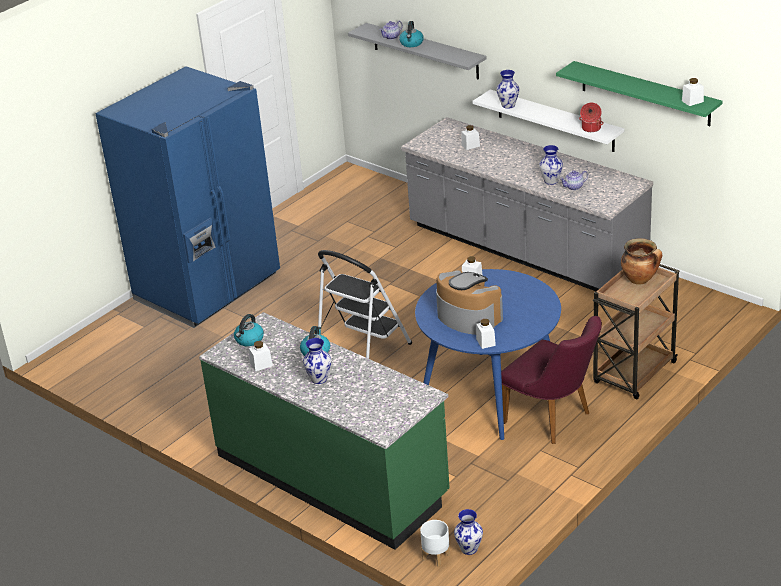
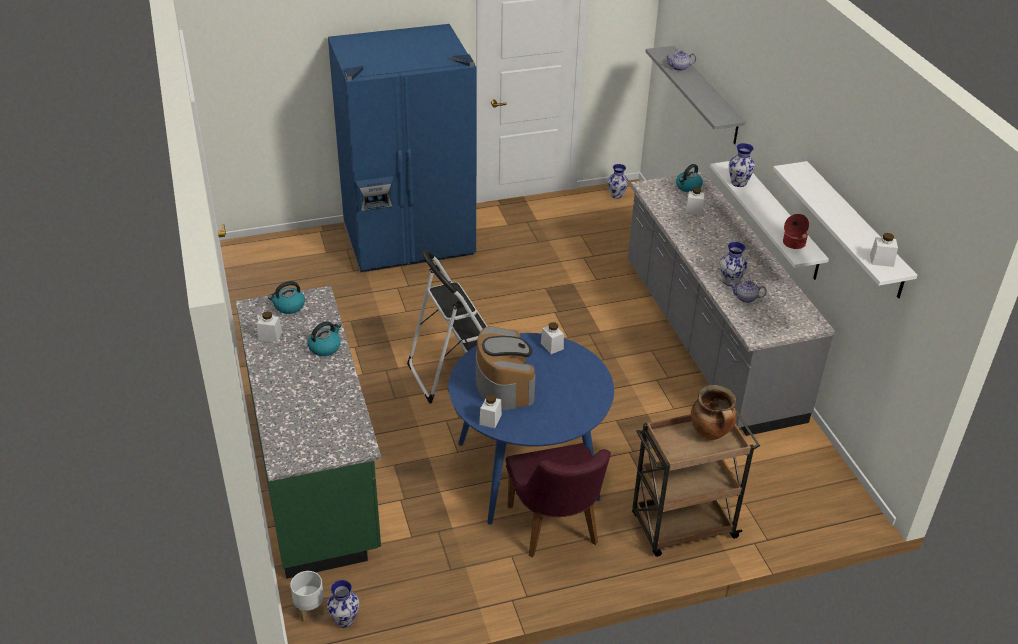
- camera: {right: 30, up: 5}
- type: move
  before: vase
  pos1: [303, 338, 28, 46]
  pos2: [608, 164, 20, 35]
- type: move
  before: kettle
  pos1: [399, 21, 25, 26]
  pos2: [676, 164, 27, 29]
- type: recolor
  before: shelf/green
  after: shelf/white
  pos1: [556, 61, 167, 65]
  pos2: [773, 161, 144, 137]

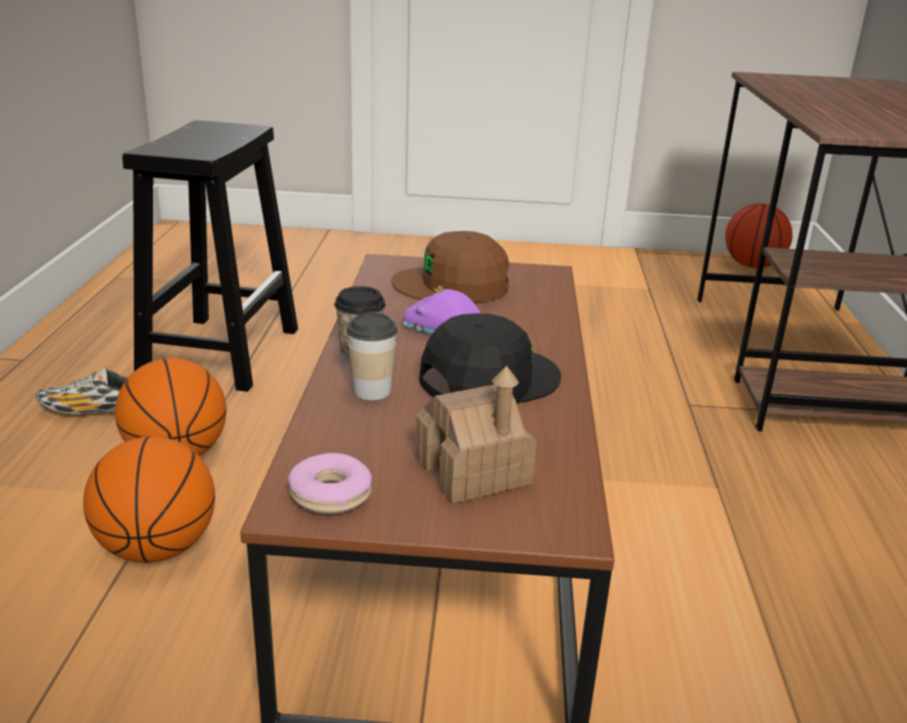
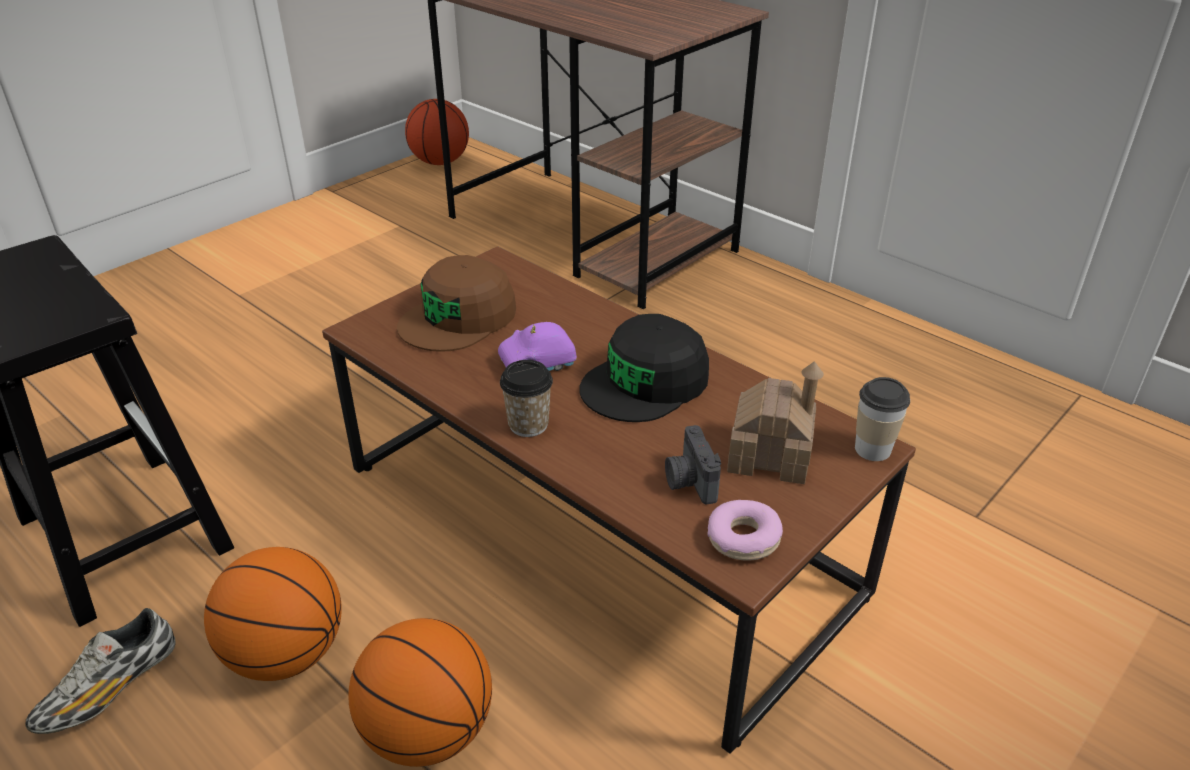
- camera: {right: -50, up: 10}
- type: rotate
  before: cap/black
  pos1: [419, 313, 142, 91]
  pos2: [579, 314, 130, 108]
  turn: -135
- type: insert
  after: photo camera
  pos2: [665, 425, 56, 80]
- type: move
  before: cup
  pos1: [347, 313, 50, 87]
  pos2: [855, 377, 55, 84]

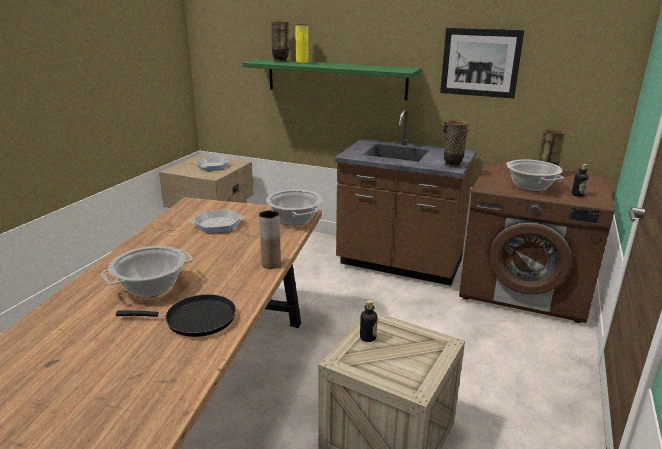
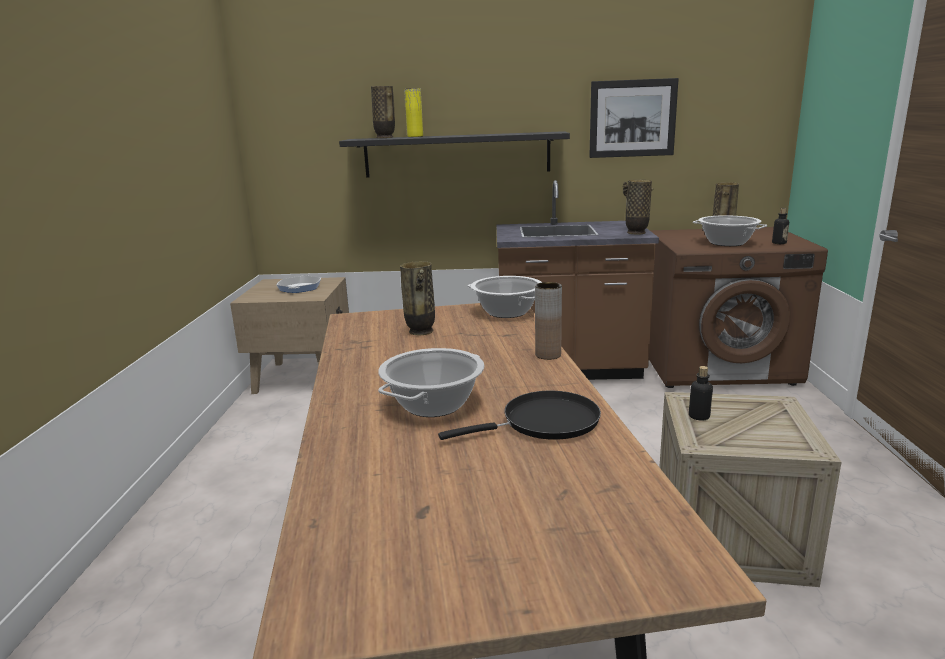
- camera: {right: -20, up: -5}
- type: recolor
  before: shelf/green
  after: shelf/black
  pos1: [242, 59, 179, 41]
  pos2: [339, 131, 231, 46]
- type: replace
  before: frying pan
  after: vase
  pos1: [190, 209, 55, 24]
  pos2: [400, 261, 35, 74]

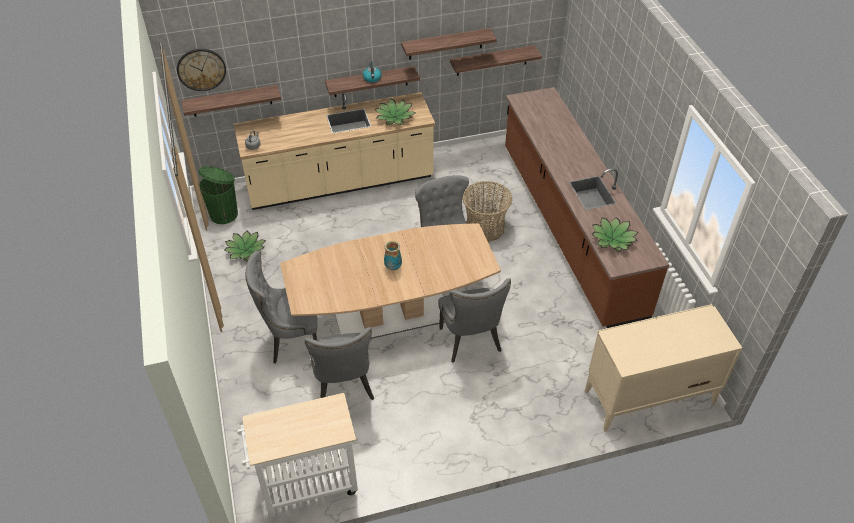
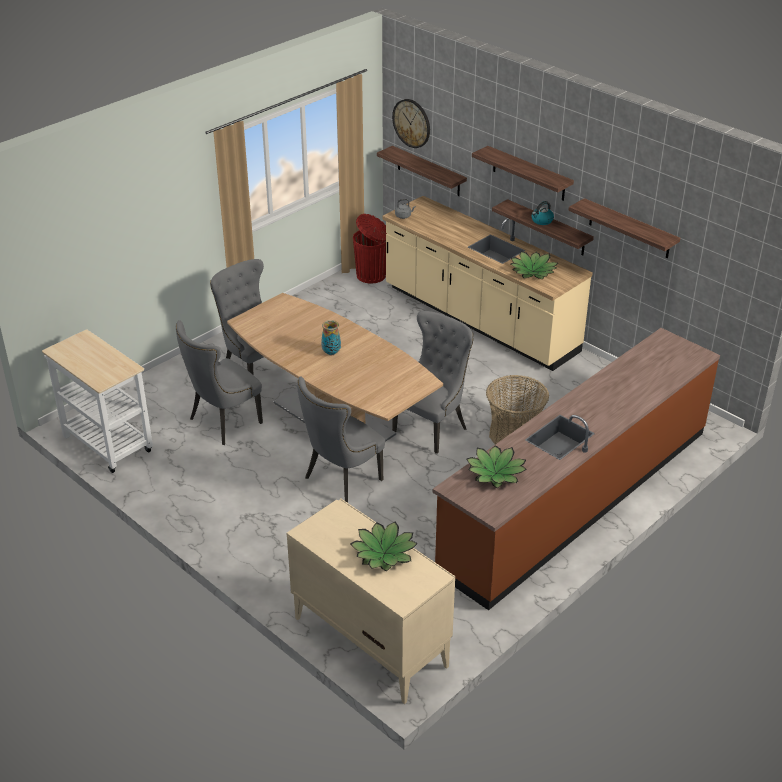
- camera: {right: 60, up: -10}
- type: move
  before: potted plant
  pos1: [225, 231, 41, 31]
  pos2: [350, 521, 68, 50]
- type: recolor
  before: trash can/green
  after: trash can/red
  pos1: [198, 166, 40, 58]
  pos2: [353, 214, 34, 70]
- type: move
  before: shelf
  pos1: [450, 45, 92, 31]
  pos2: [472, 146, 102, 55]

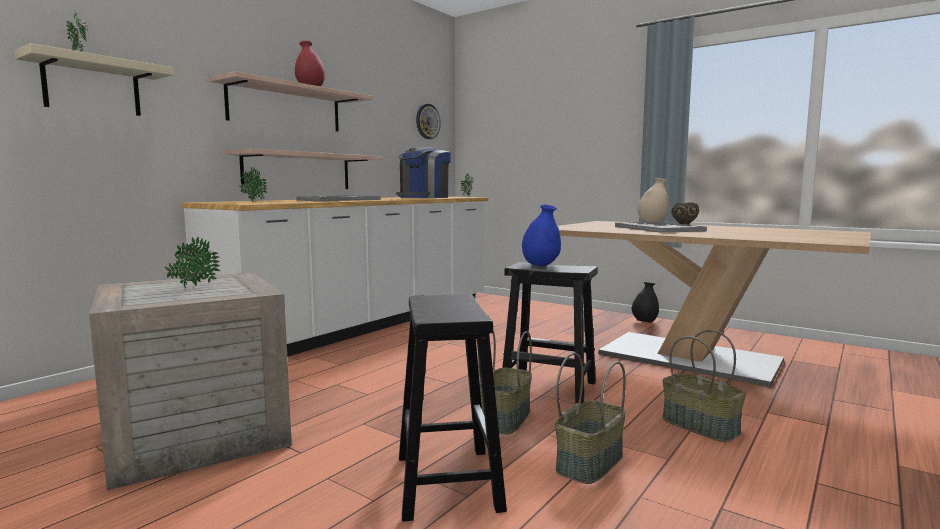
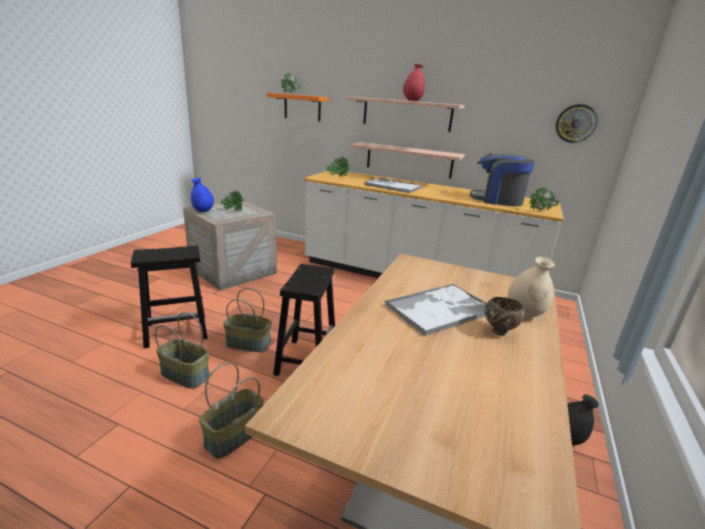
- camera: {right: 75, up: 15}
- type: move
  before: vase/blue
  pos1: [522, 205, 39, 61]
  pos2: [191, 178, 23, 34]
- type: recolor
  before: shelf/beige
  after: shelf/orange
  pos1: [14, 43, 160, 73]
  pos2: [266, 93, 63, 29]

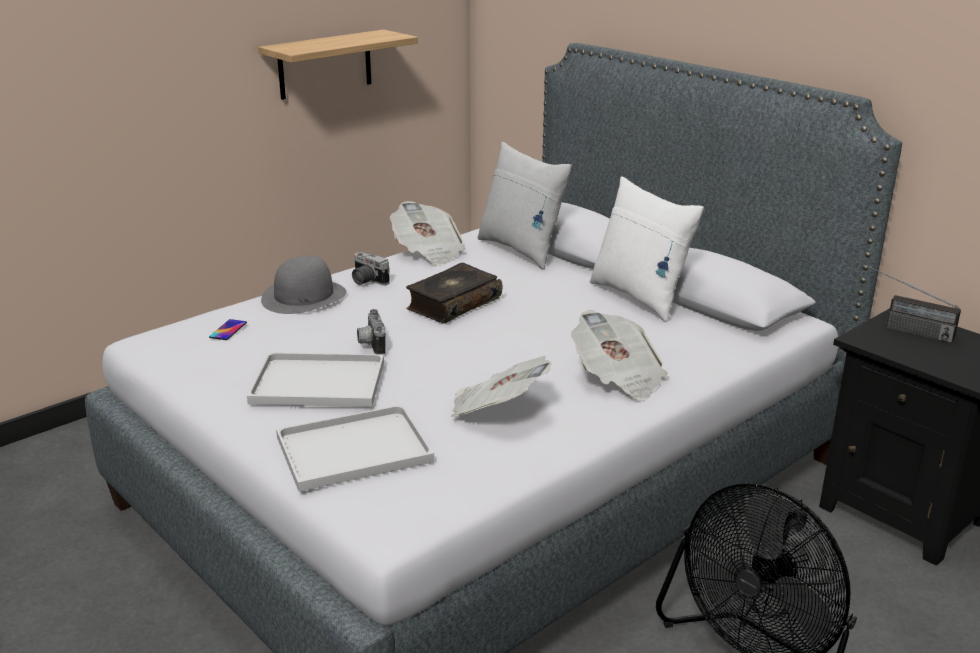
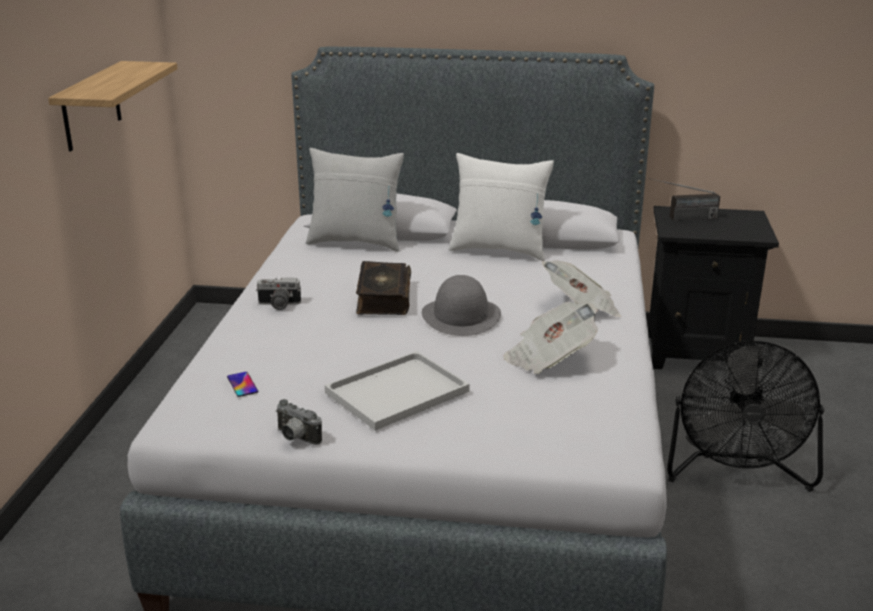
- camera: {right: -40, up: 0}
- type: move
  before: photo camera
  pos1: [357, 309, 29, 46]
  pos2: [276, 399, 46, 46]
- type: move
  before: hat/grey
  pos1: [261, 256, 86, 58]
  pos2: [422, 275, 79, 61]
- type: delete
  before: tray/white
  pos1: [276, 404, 158, 88]
- type: delete
  before: newspaper
  pos1: [390, 201, 76, 65]

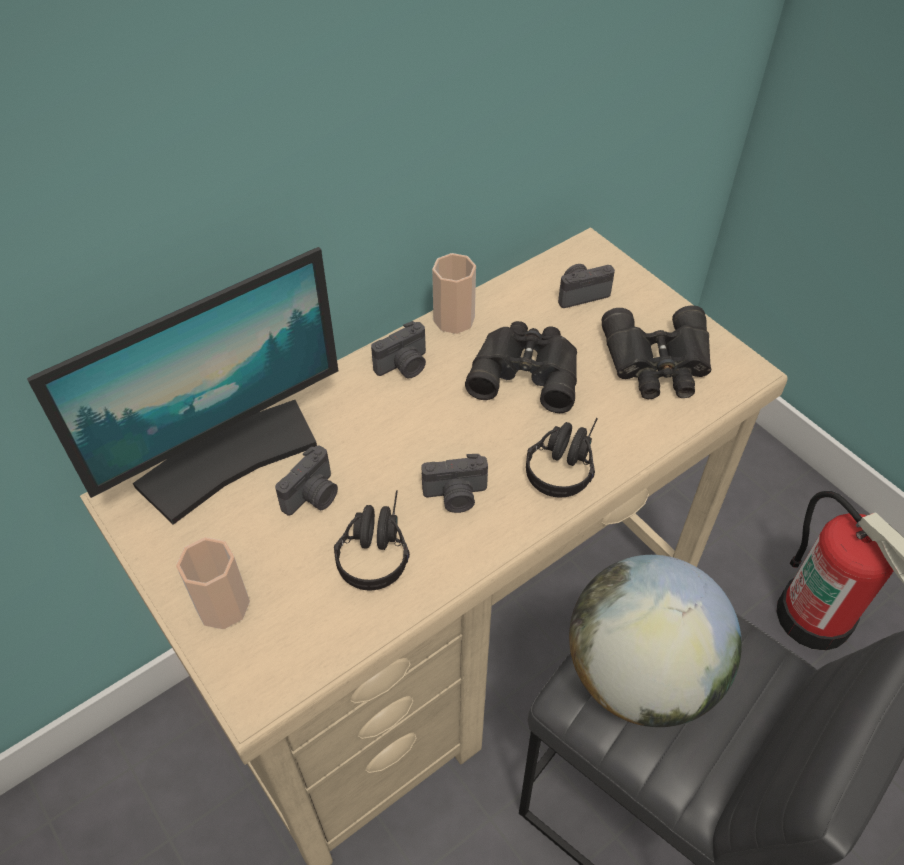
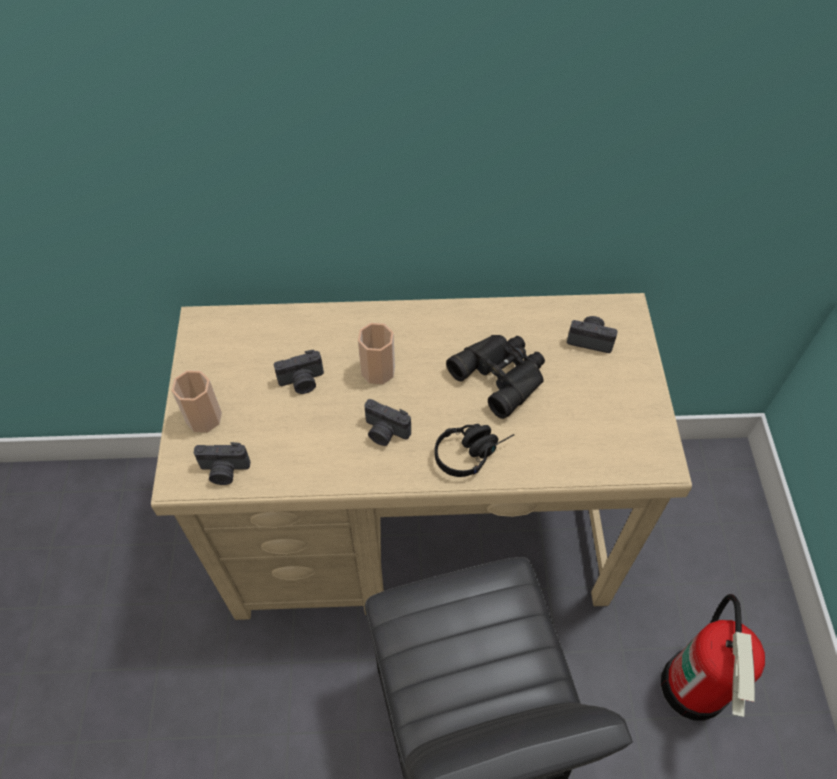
- camera: {right: 35, up: 5}
- type: move
  before: photo camera
  pos1: [371, 321, 55, 57]
  pos2: [194, 442, 56, 43]
- type: move
  before: cup
  pos1: [432, 253, 44, 81]
  pos2: [358, 323, 37, 61]
- type: delete
  before: monitor
  pos1: [27, 247, 311, 278]
- type: delete
  before: headphones/black
  pos1: [334, 490, 76, 101]
- type: delete
  before: globe
  pos1: [569, 555, 173, 172]
- type: delete
  before: binoculars/black
  pos1: [602, 305, 109, 94]

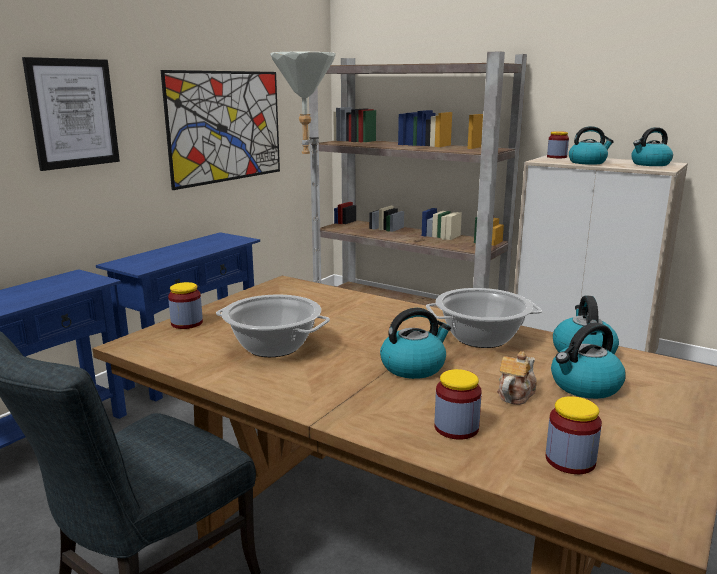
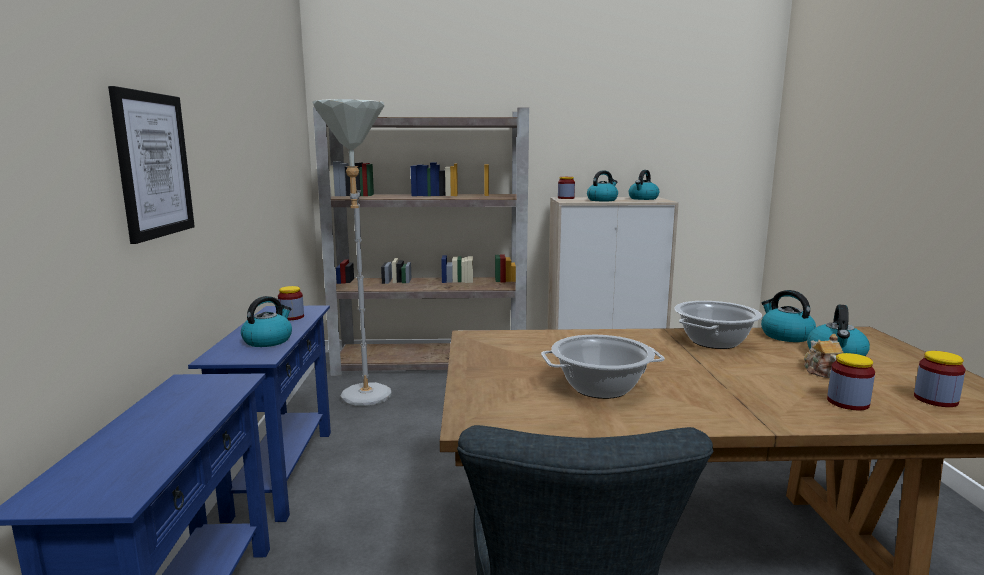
- camera: {right: -35, up: -5}
- type: move
  before: kettle
  pos1: [380, 308, 71, 71]
  pos2: [241, 296, 51, 51]
- type: move
  before: jar
  pos1: [168, 282, 35, 47]
  pos2: [278, 286, 26, 34]
- type: delete
  before: picture
  pos1: [161, 70, 119, 120]

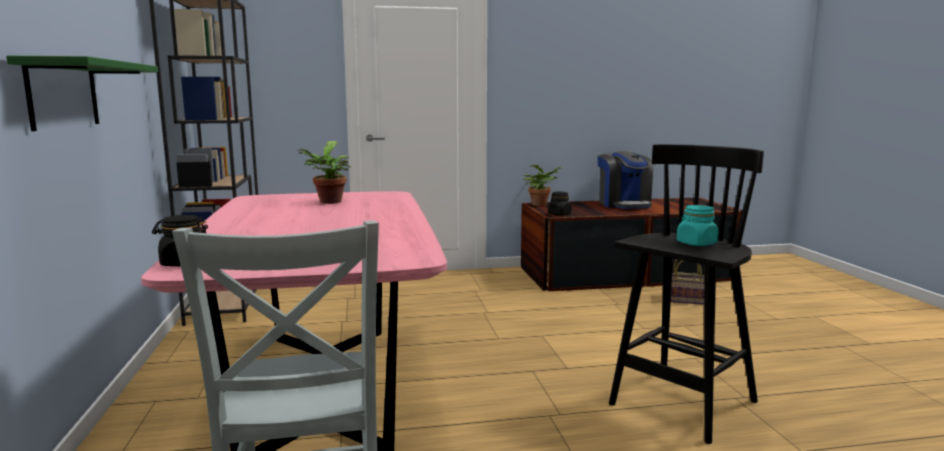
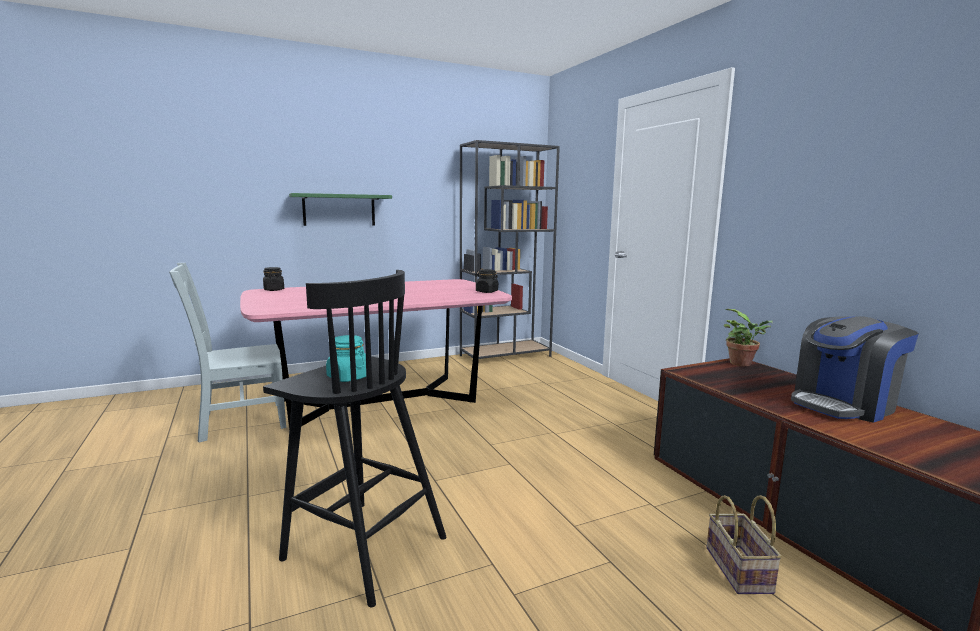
- camera: {right: 75, up: 0}
- type: move
  before: jar/black
  pos1: [548, 192, 23, 24]
  pos2: [475, 269, 24, 24]
- type: delete
  before: potted plant
  pos1: [297, 141, 54, 63]

